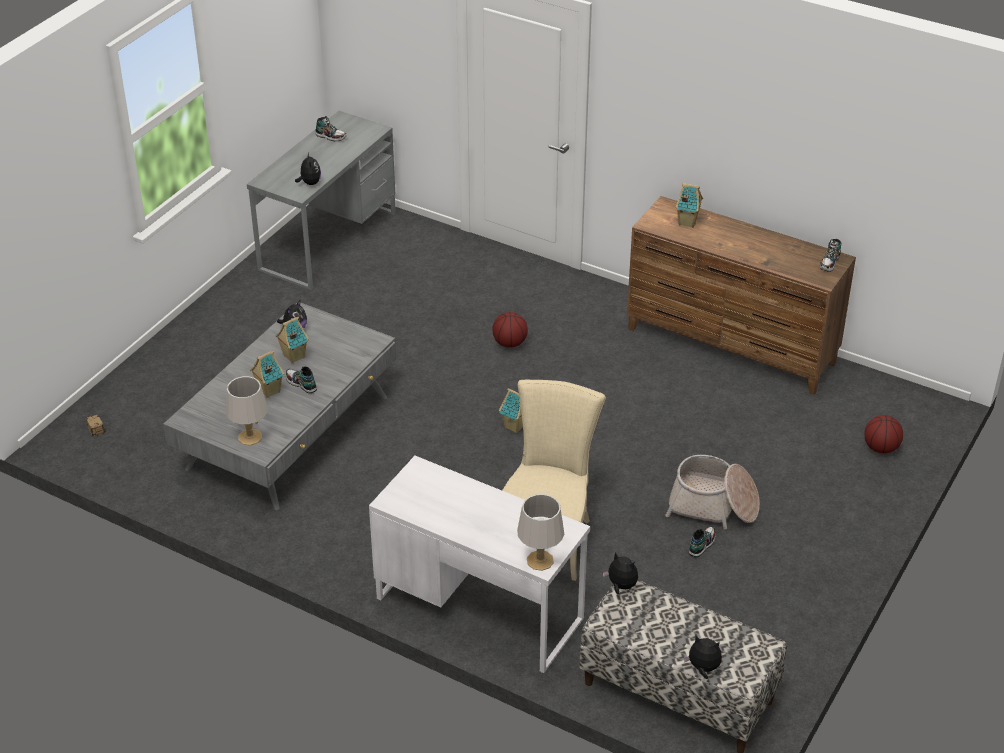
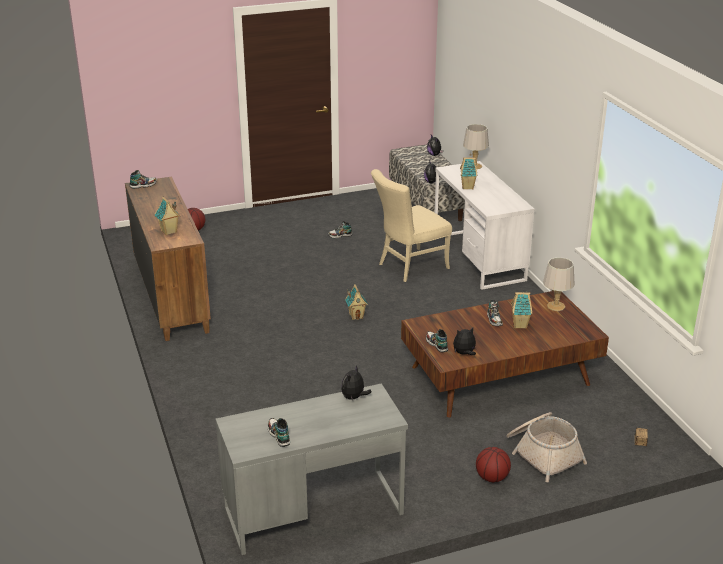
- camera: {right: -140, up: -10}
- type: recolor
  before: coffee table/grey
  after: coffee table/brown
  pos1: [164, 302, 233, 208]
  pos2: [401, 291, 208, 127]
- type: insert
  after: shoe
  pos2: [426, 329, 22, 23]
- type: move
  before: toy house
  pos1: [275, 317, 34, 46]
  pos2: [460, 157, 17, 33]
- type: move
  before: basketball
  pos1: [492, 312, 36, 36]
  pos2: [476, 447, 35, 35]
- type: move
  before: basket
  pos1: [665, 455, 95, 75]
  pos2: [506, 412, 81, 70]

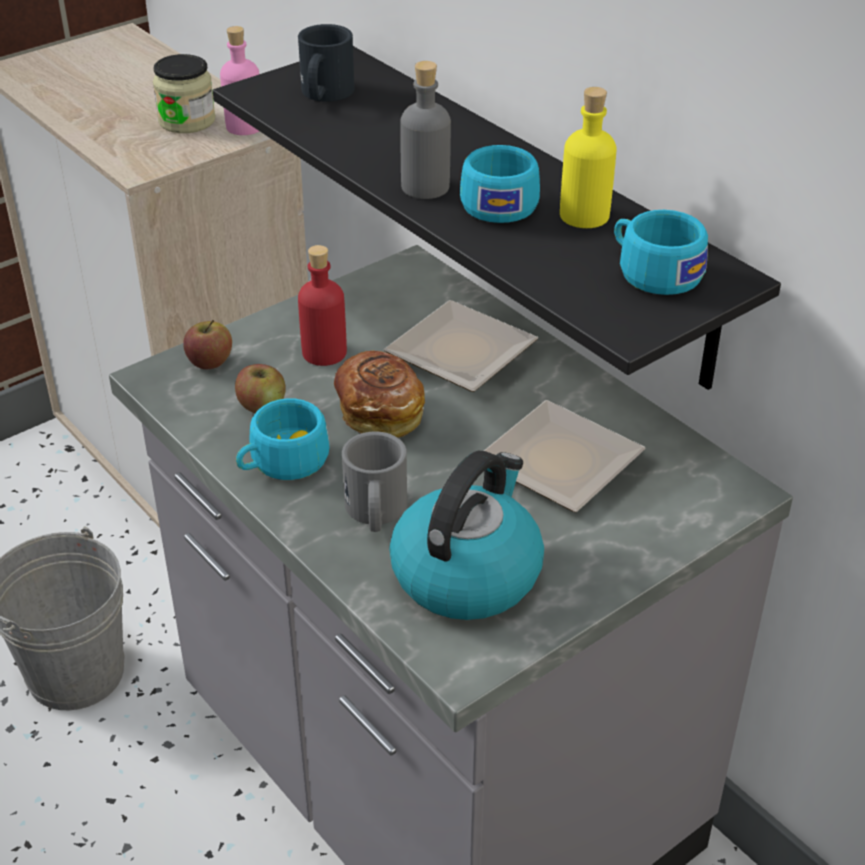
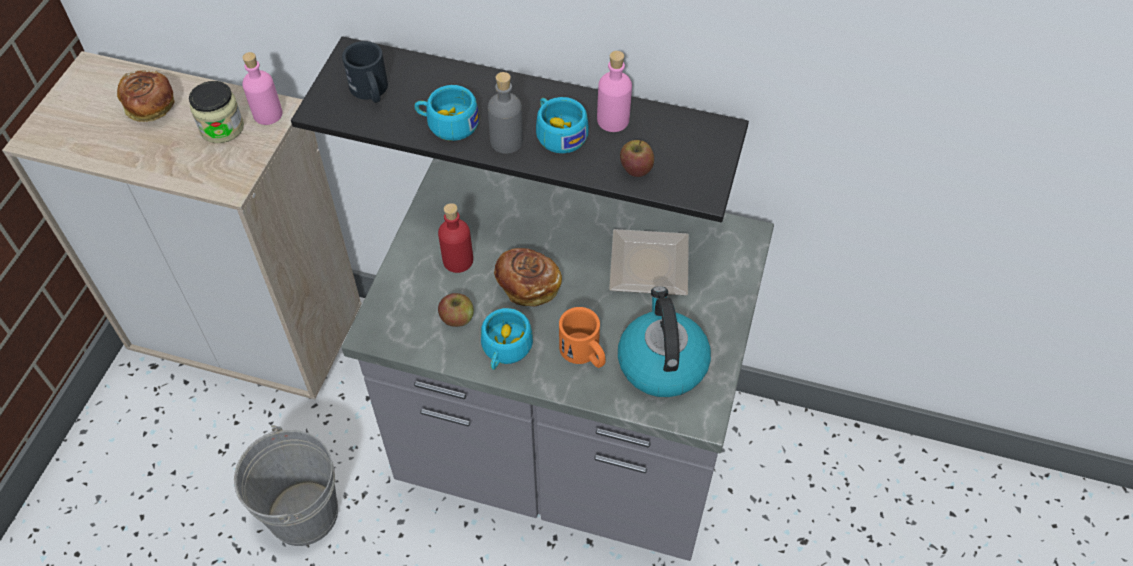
- camera: {right: -35, up: 15}
- type: insert
  after: bread
  pos2: [117, 70, 58, 52]
- type: move
  before: cup/turquoise
  pos1: [614, 210, 94, 85]
  pos2: [414, 85, 65, 56]
- type: recolor
  before: mug/grey
  after: mug/orange
  pos1: [342, 431, 65, 101]
  pos2: [559, 307, 47, 61]
- type: recolor
  before: bottle/yellow
  after: bottle/pink
  pos1: [560, 87, 57, 141]
  pos2: [597, 51, 35, 81]
- type: move
  before: apple
  pos1: [183, 320, 49, 49]
  pos2: [620, 140, 34, 37]
- type: delete
  before: plate
  pos1: [384, 300, 154, 92]

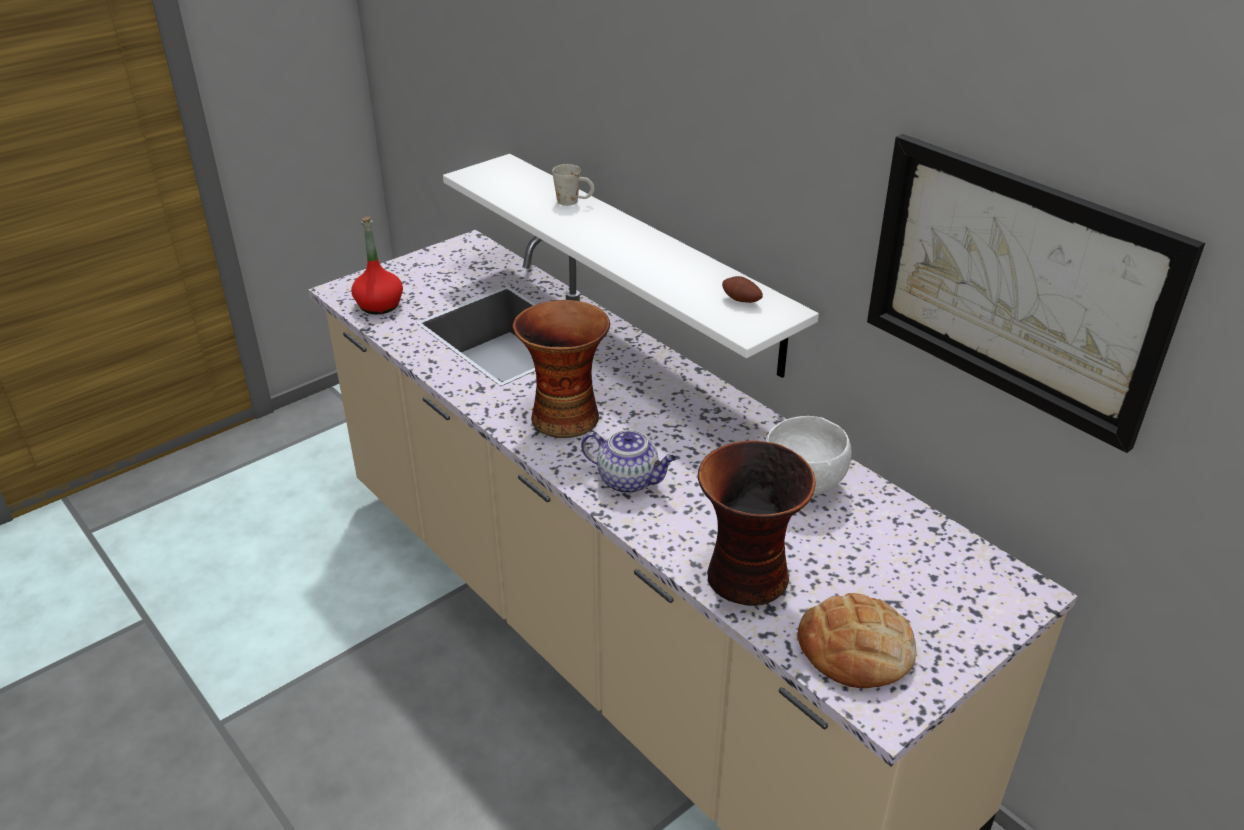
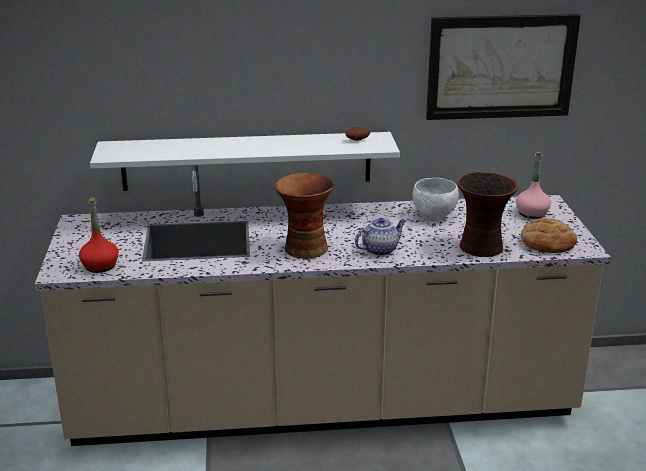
- camera: {right: -55, up: -10}
- type: insert
  after: bottle/pink
  pos2: [516, 152, 35, 67]
- type: delete
  before: mug/white
  pos1: [552, 164, 42, 42]

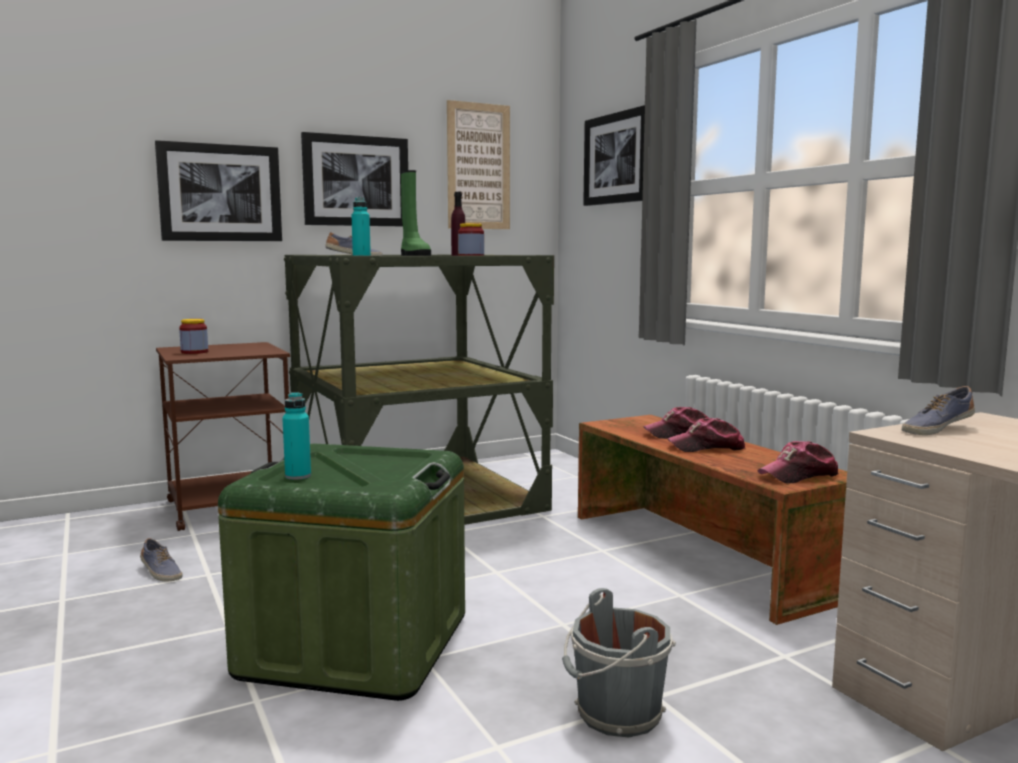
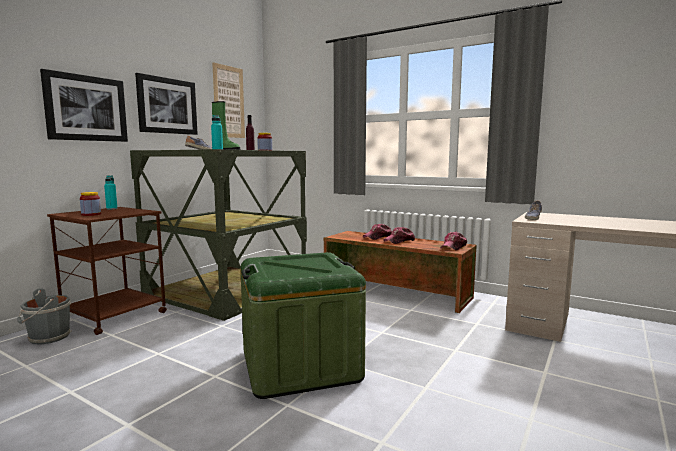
- camera: {right: -30, up: 0}
- type: move
  before: bucket/grey
  pos1: [562, 588, 114, 150]
  pos2: [17, 288, 55, 57]
- type: move
  before: bottle/turquoise
  pos1: [282, 392, 29, 88]
  pos2: [104, 175, 13, 35]
- type: delete
  before: shoe
  pos1: [140, 538, 43, 43]
- type: delete
  before: picture
  pos1: [583, 105, 62, 101]

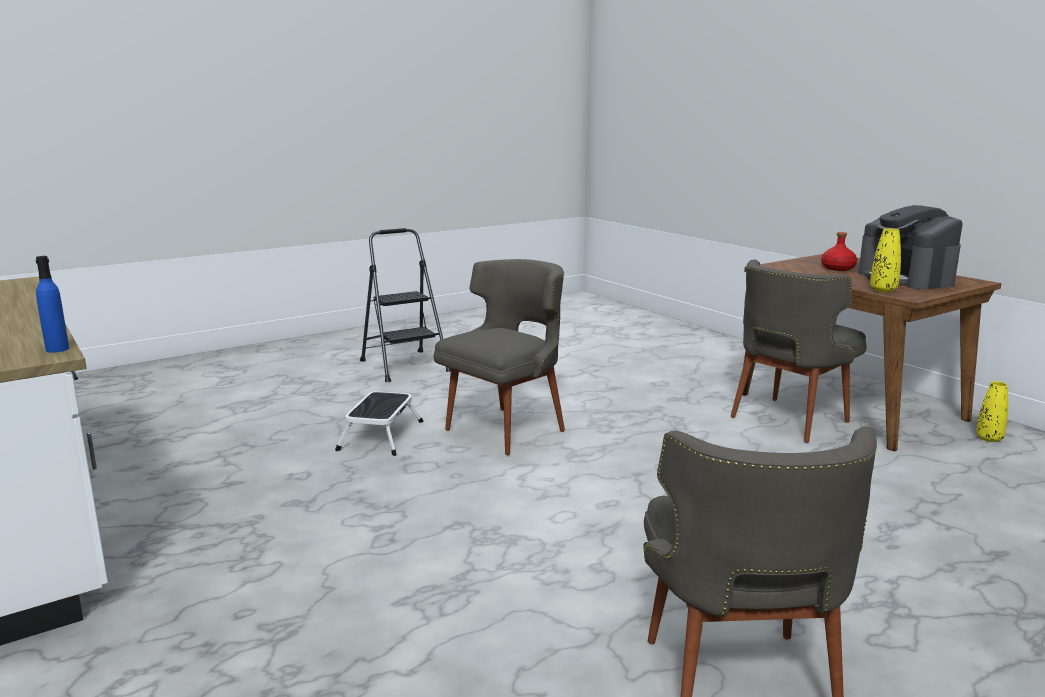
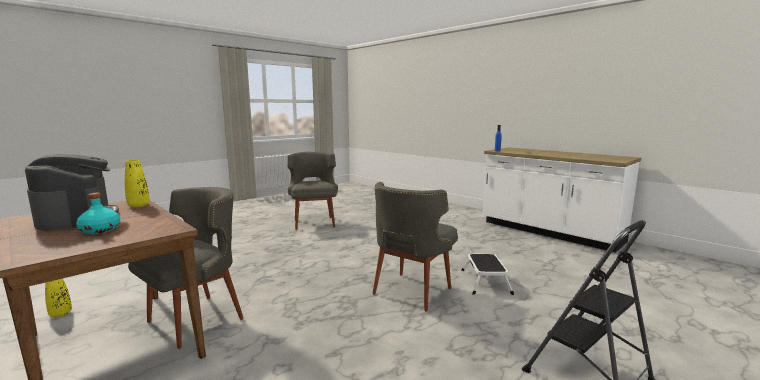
- camera: {right: 170, up: -5}
- type: recolor
  before: bottle/red
  after: bottle/turquoise
  pos1: [821, 232, 36, 39]
  pos2: [76, 193, 44, 41]

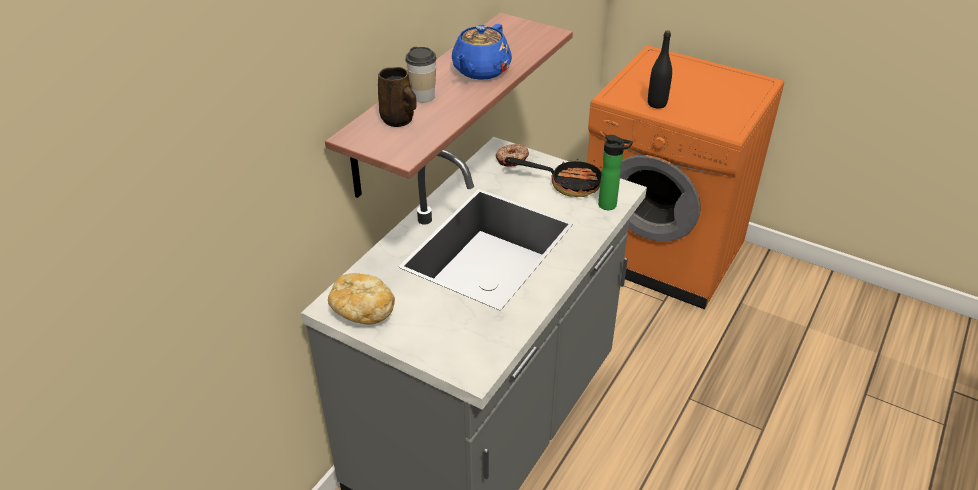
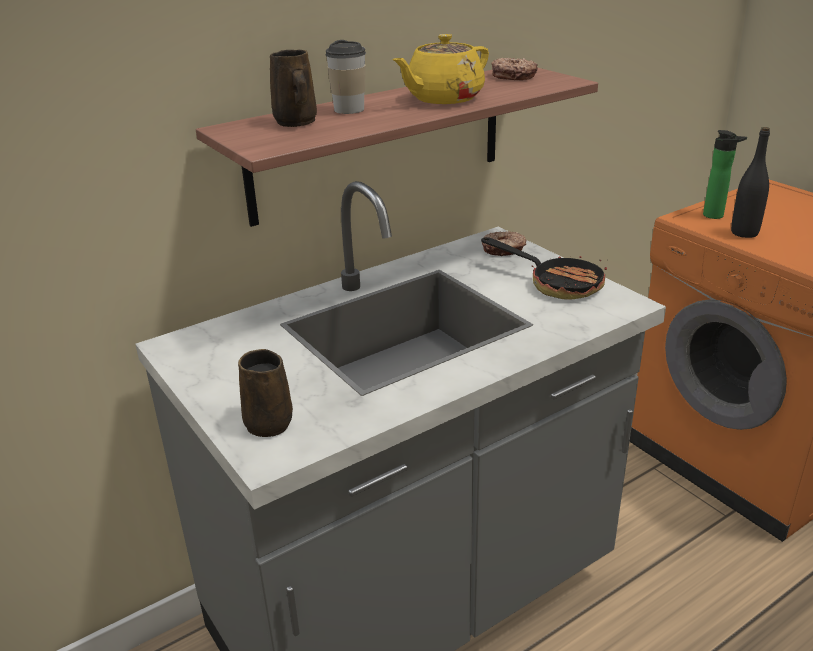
- camera: {right: 25, up: -10}
- type: insert
  after: mug/brown
  pos2: [238, 349, 55, 88]
- type: recolor
  before: teapot/blue
  after: teapot/yellow
  pos1: [452, 24, 60, 56]
  pos2: [392, 34, 97, 70]
- type: insert
  after: donut
  pos2: [491, 58, 47, 22]
- type: move
  before: bottle
  pos1: [598, 135, 35, 75]
  pos2: [703, 130, 44, 89]
- type: delete
  before: bread
  pos1: [328, 273, 67, 51]

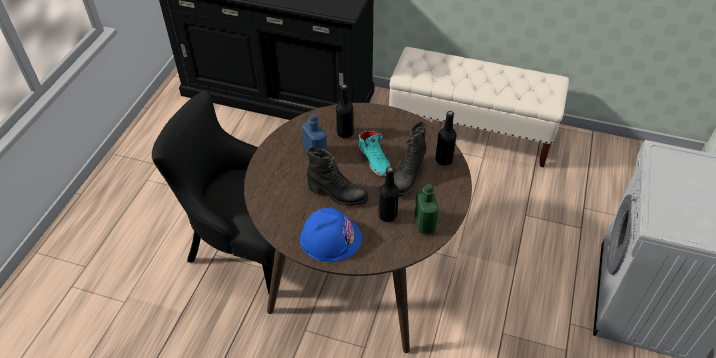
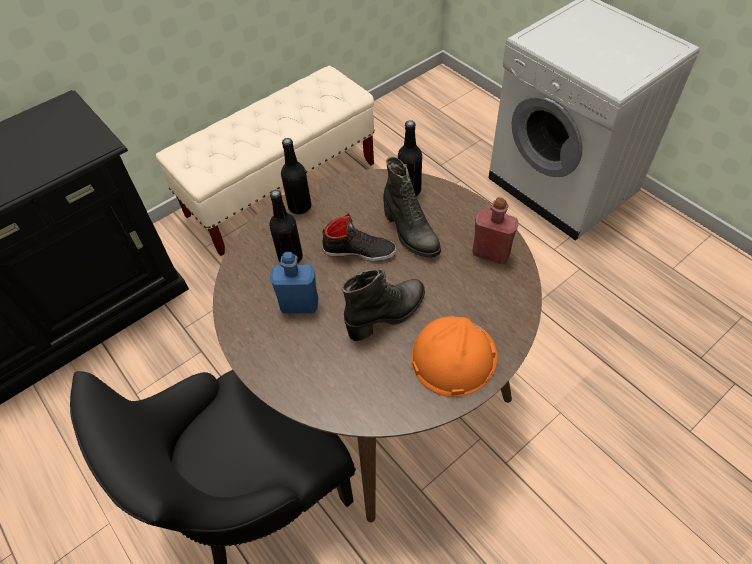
- camera: {right: -55, up: 5}
- type: move
  before: bottle/black
  pos1: [378, 167, 21, 55]
  pos2: [281, 138, 30, 76]
- type: recolor
  before: shoe/turquoise
  after: shoe/black
  pos1: [359, 130, 31, 47]
  pos2: [322, 214, 75, 47]
- type: recolor
  before: hard hat/blue
  after: hard hat/orange
  pos1: [300, 208, 62, 54]
  pos2: [411, 316, 87, 81]
- type: recolor
  before: bottle/green
  after: bottle/red
  pos1: [414, 184, 25, 50]
  pos2: [472, 197, 47, 67]

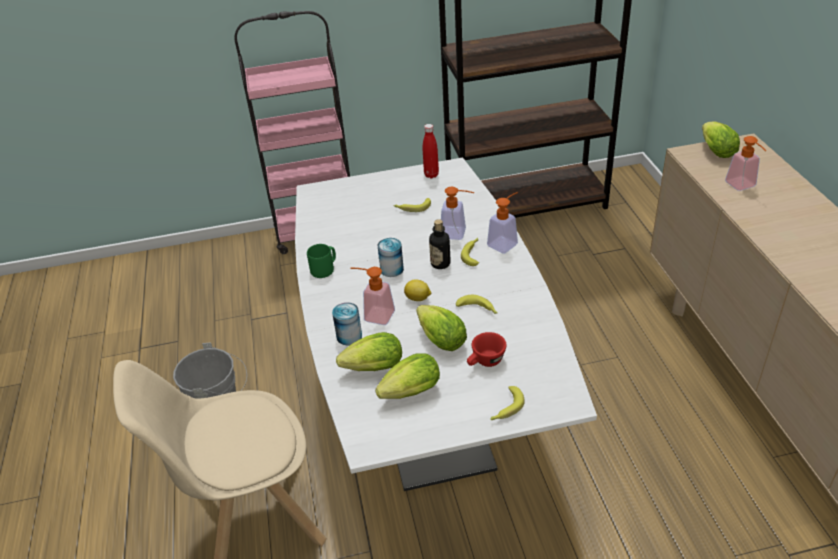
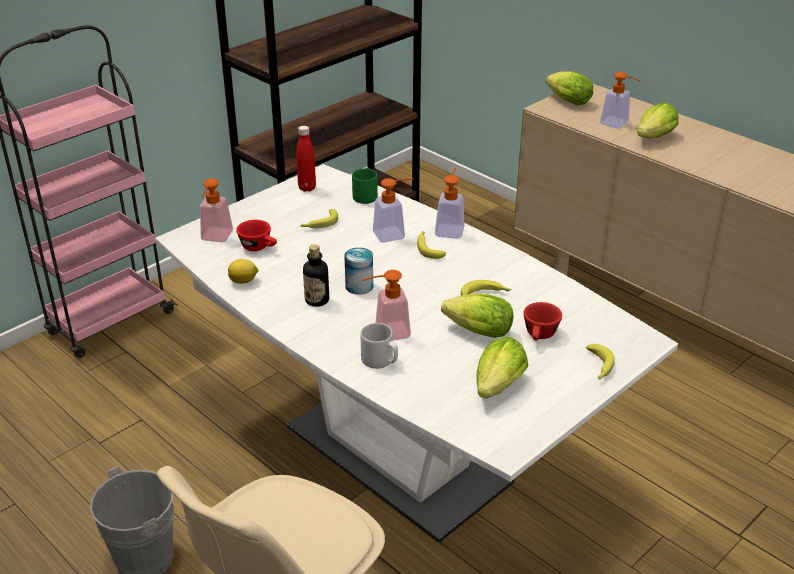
- camera: {right: -35, up: -5}
- type: insert
  after: soap dispenser
  pos2: [200, 179, 33, 64]
- type: move
  before: lemon
  pos1: [404, 279, 27, 22]
  pos2: [228, 259, 30, 25]
- type: insert
  after: cup/red
  pos2: [236, 220, 41, 31]
- type: move
  before: bottle
  pos1: [429, 219, 22, 50]
  pos2: [303, 244, 26, 63]
- type: move
  before: mug/green
  pos1: [307, 244, 29, 34]
  pos2: [352, 168, 26, 36]
- type: replace
  before: can
  after: mug/grey
  pos1: [332, 302, 30, 43]
  pos2: [360, 323, 38, 46]
- type: move
  before: lettuce
  pos1: [336, 332, 66, 39]
  pos2: [637, 102, 42, 37]

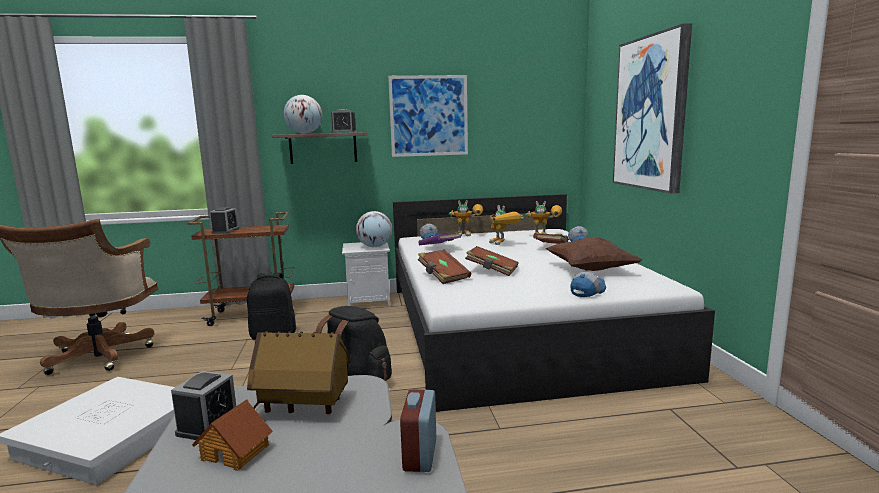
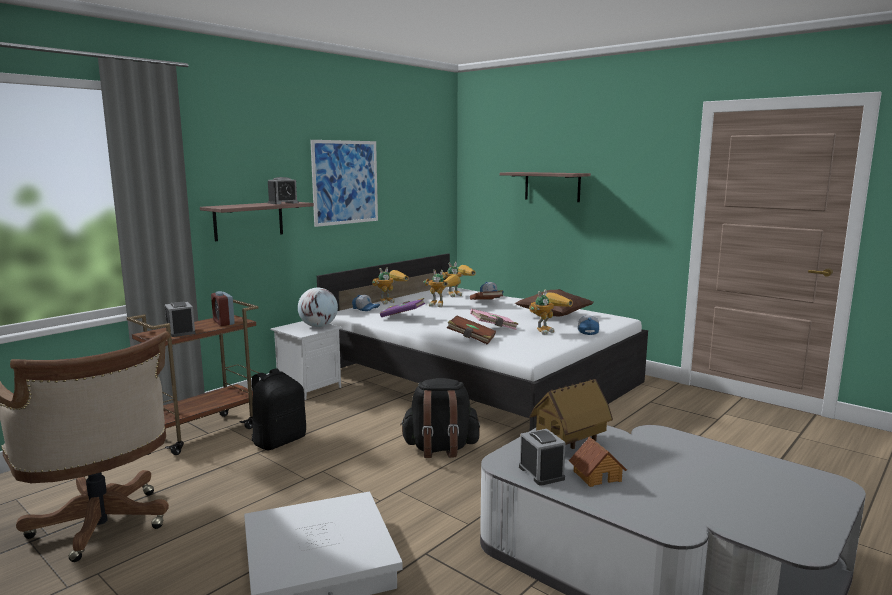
- camera: {right: -40, up: 0}
- type: move
  before: alarm clock
  pos1: [400, 390, 36, 82]
  pos2: [211, 291, 24, 35]
- type: recolor
  before: book/brown
  after: book/pink
  pos1: [465, 246, 54, 30]
  pos2: [470, 309, 49, 21]
- type: replace
  before: picture
  after: shelf
  pos1: [613, 23, 79, 171]
  pos2: [500, 172, 91, 30]
- type: insert
  after: toy robot
  pos2: [529, 290, 44, 45]
- type: delete
  before: globe
  pos1: [284, 95, 38, 39]

